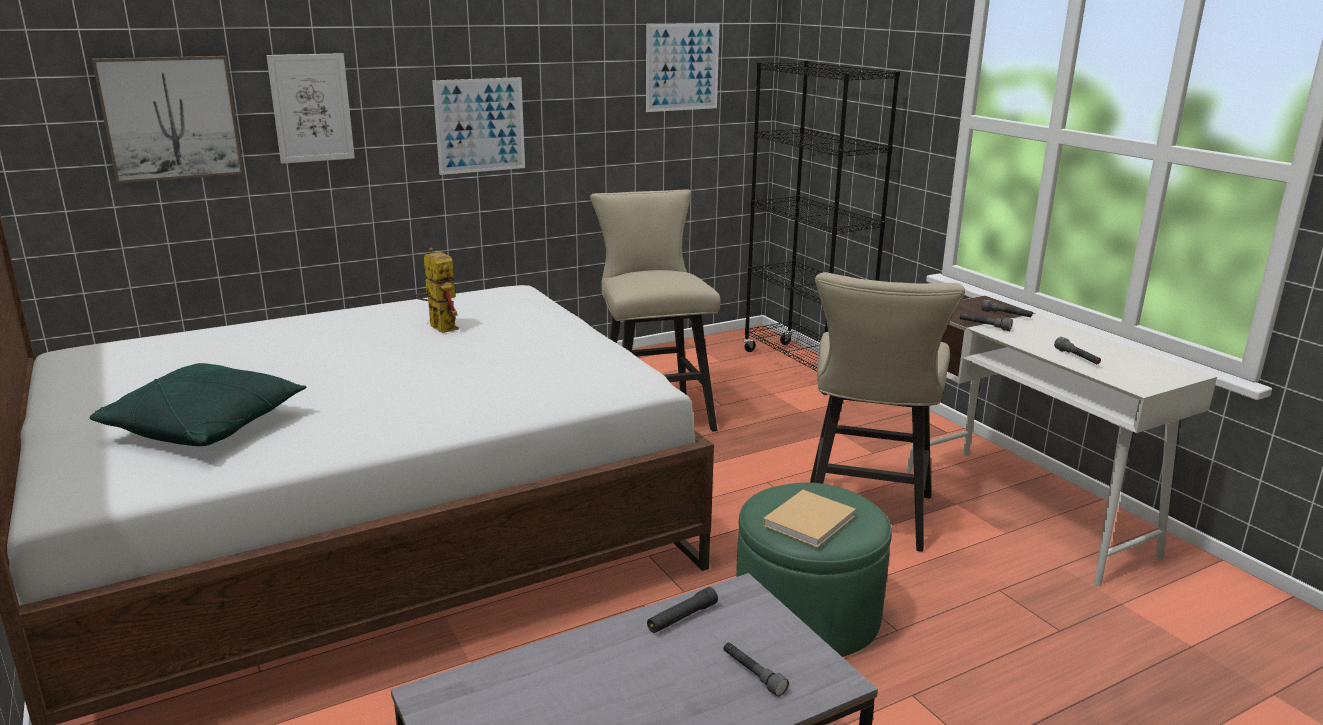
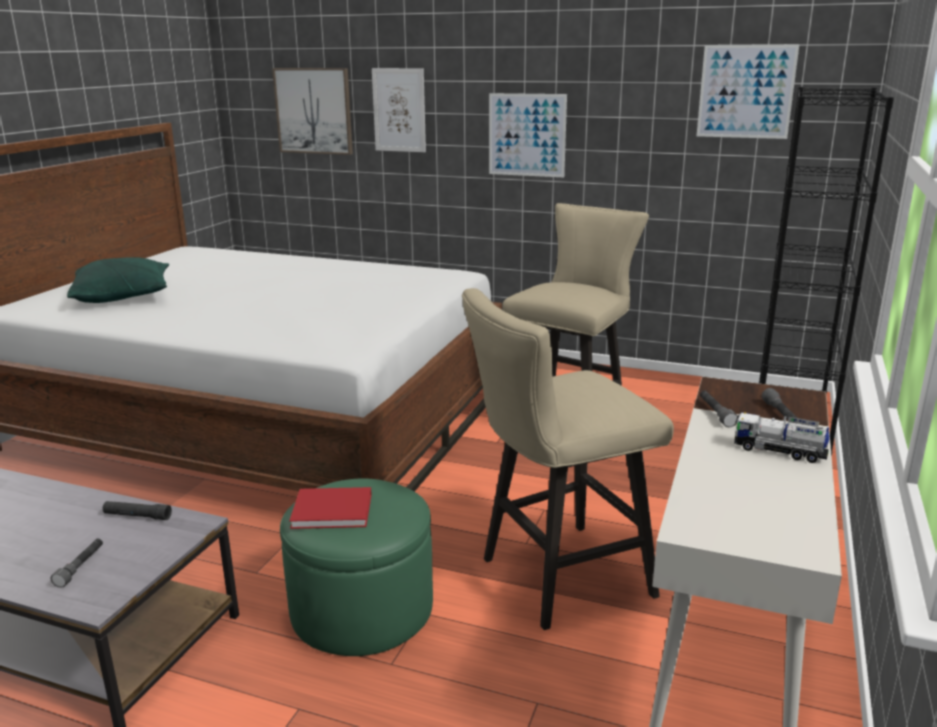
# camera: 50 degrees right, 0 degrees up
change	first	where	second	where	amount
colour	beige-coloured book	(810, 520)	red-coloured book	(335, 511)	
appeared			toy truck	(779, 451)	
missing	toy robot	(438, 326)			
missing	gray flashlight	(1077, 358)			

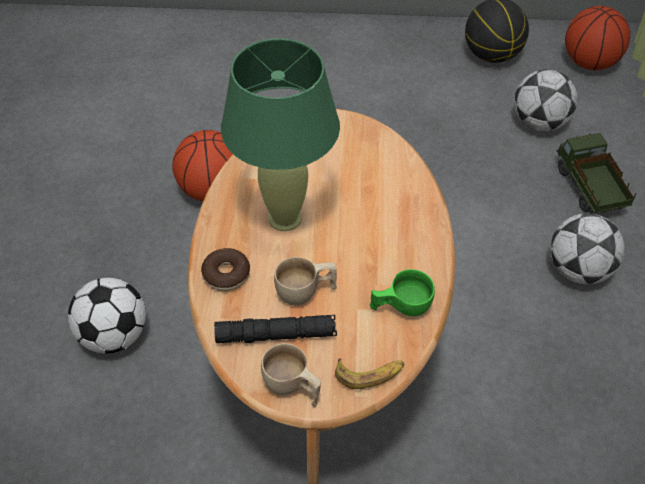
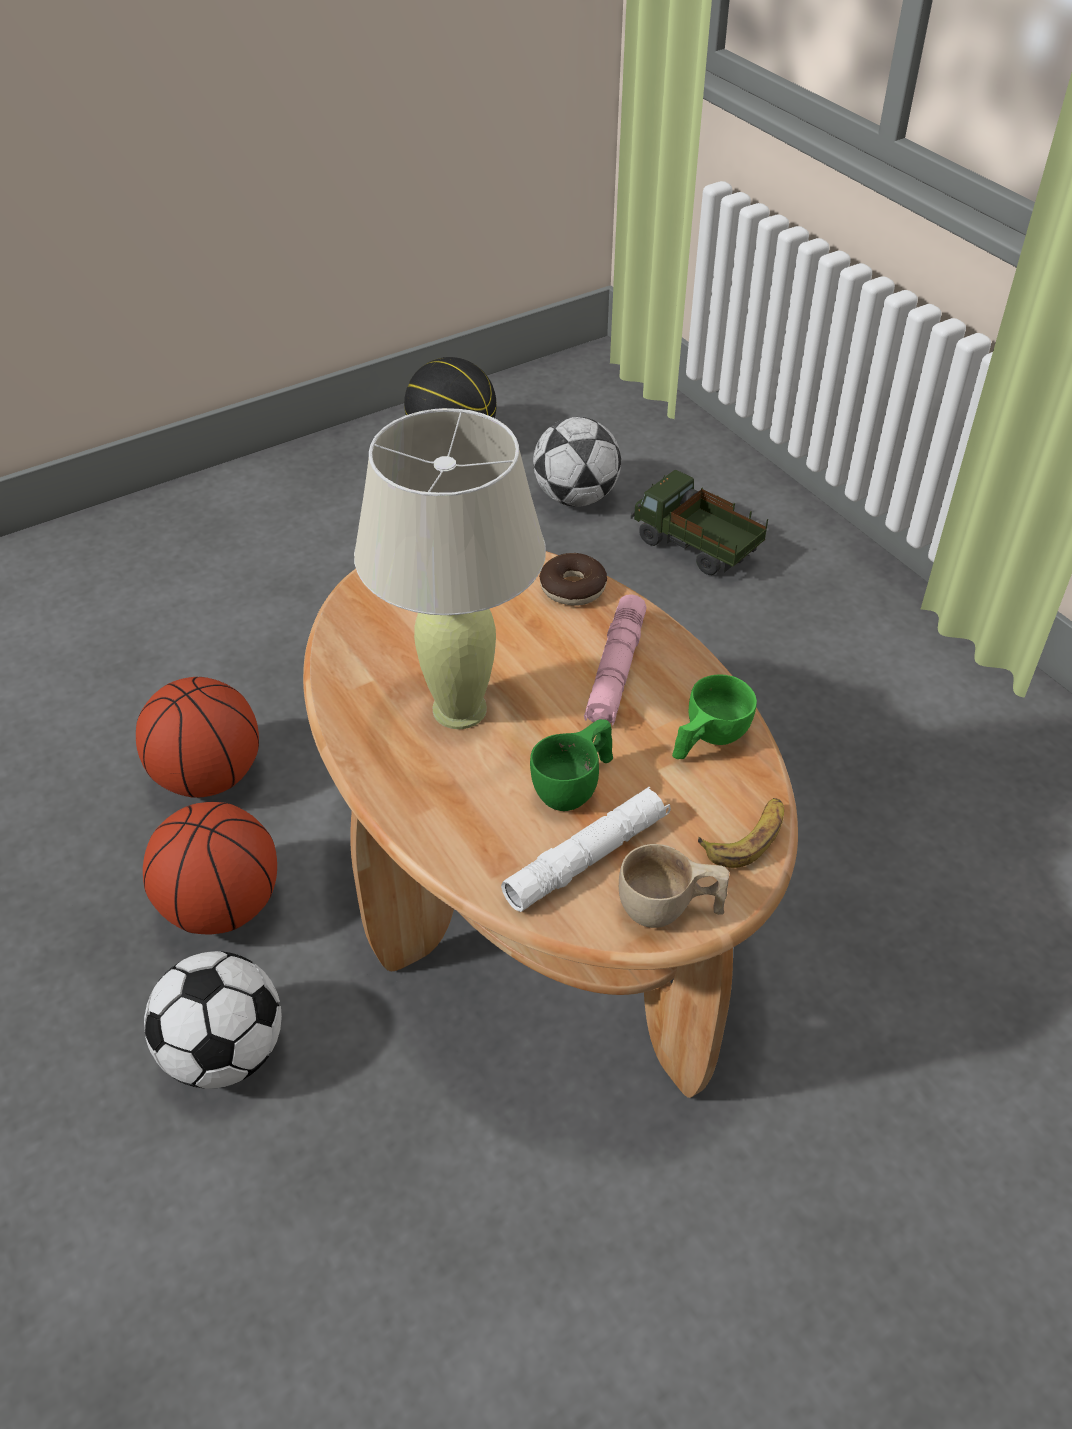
# camera: 35 degrees left, 5 degrees down
change	first	where	second	where	amount
relocated	basketball	(589, 63)		(221, 907)	
colour	green table lamp	(285, 218)	beige-coloured table lamp	(460, 710)	
colour	blackish flashlight	(276, 335)	whitish flashlight	(587, 858)	
colour	beige-coloured small cup	(306, 293)	green small cup	(575, 785)	
relocated	ring doughnut	(226, 274)		(573, 588)	
appeared			pink flashlight	(615, 671)	
missing	ball for football	(579, 270)			

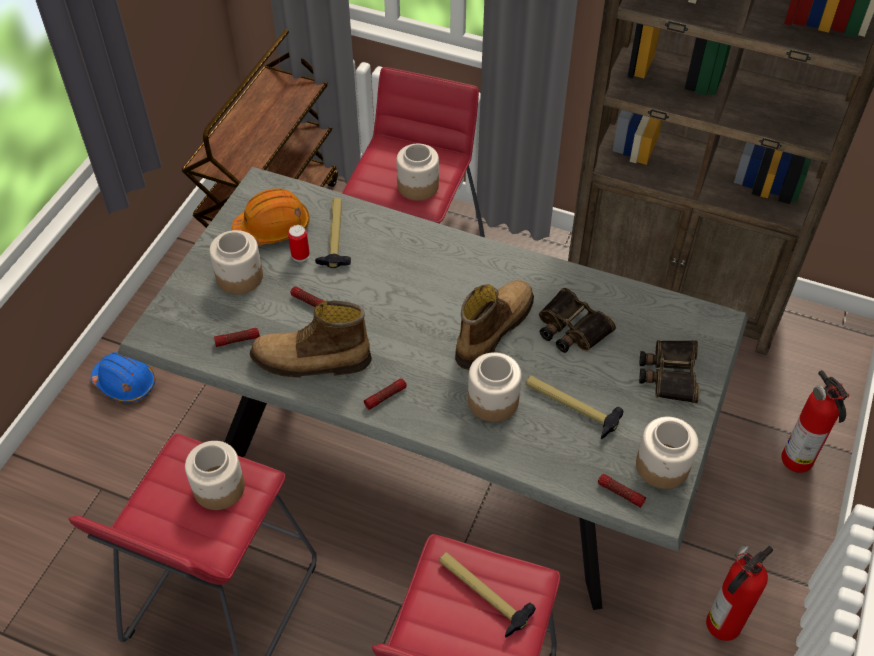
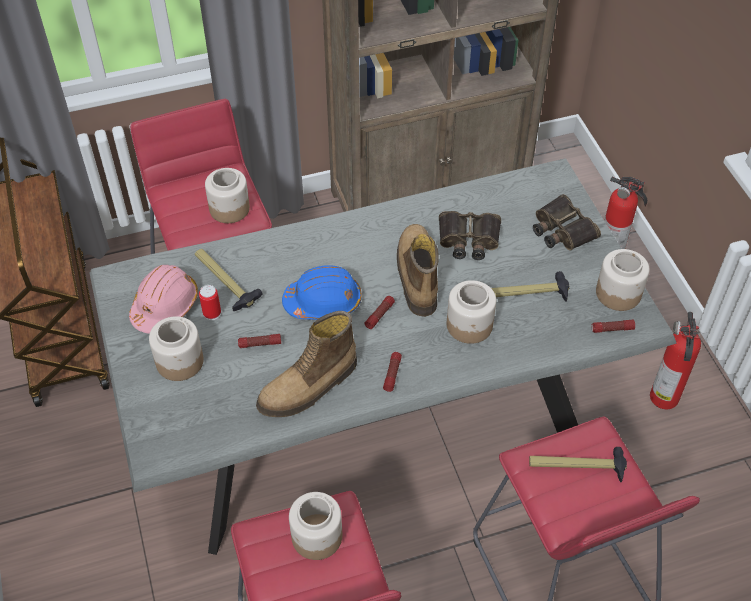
# camera: 40 degrees left, 0 degrees up
change	first	where	second	where	amount
colour	orange hard hat	(273, 228)	pink hard hat	(165, 306)	
relocated	blue hard hat	(125, 383)		(323, 302)	
relocated	flashlight	(237, 340)		(379, 315)	

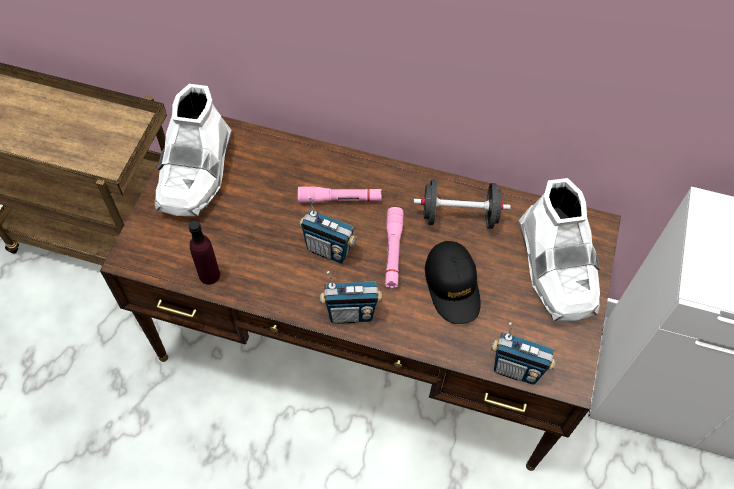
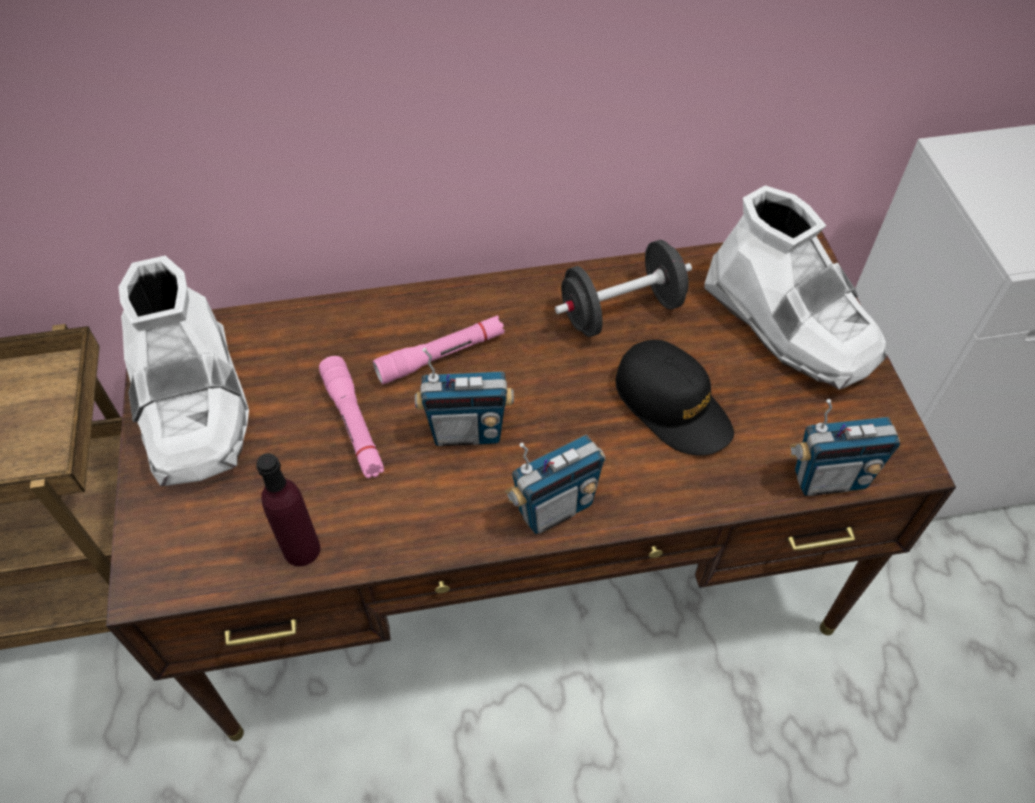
# camera: 25 degrees left, 5 degrees down
change	first	where	second	where	amount
relocated	pink flashlight	(393, 251)		(353, 424)	

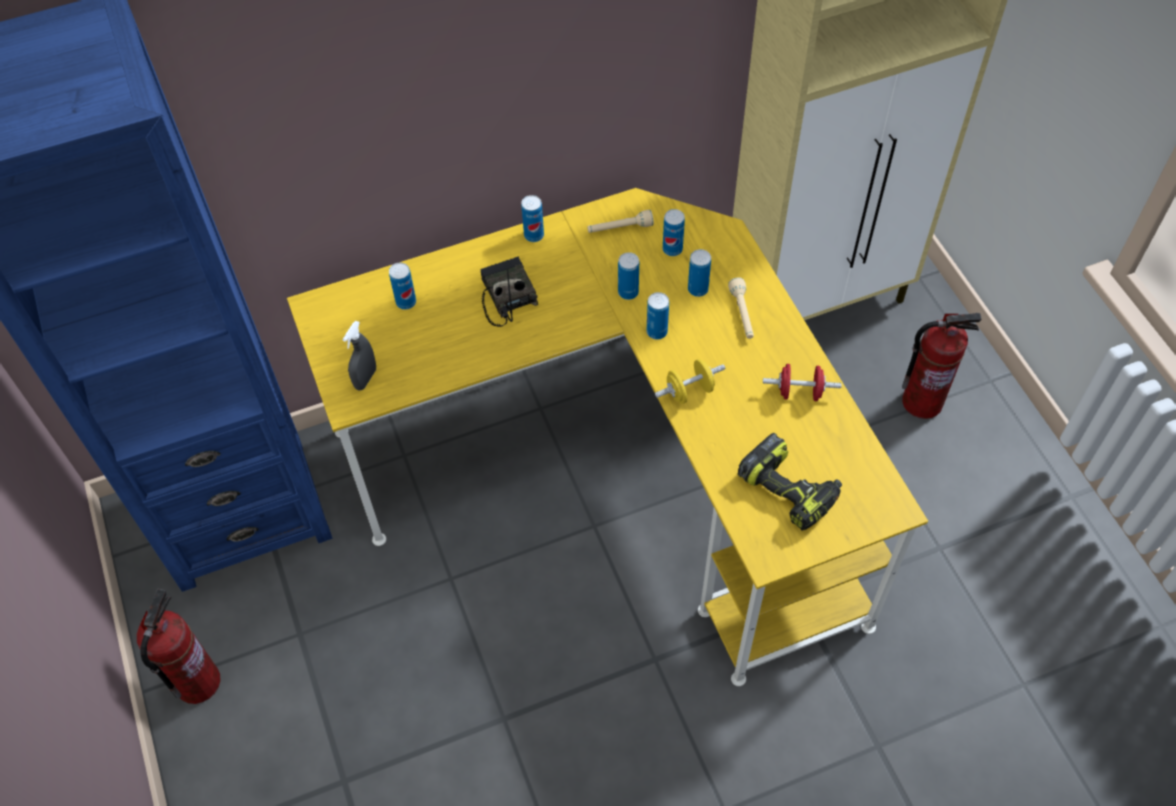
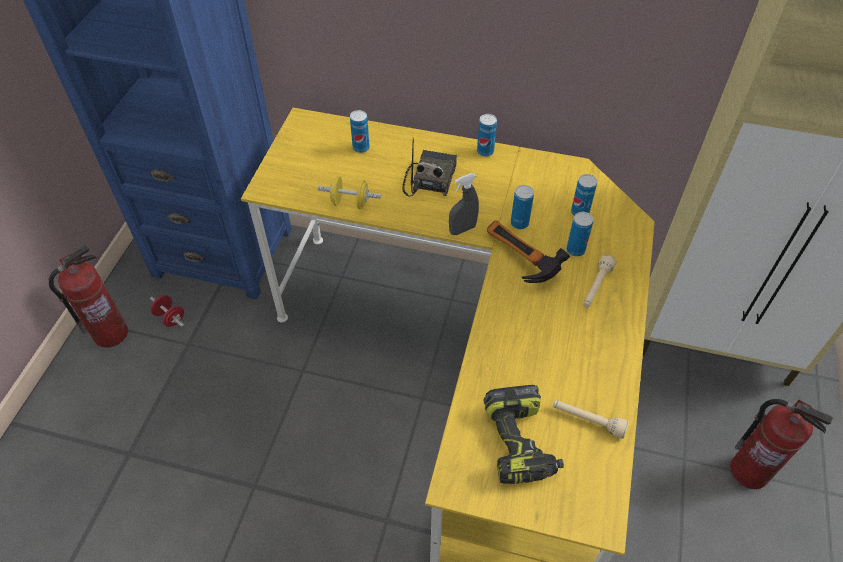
# camera: 35 degrees right, 5 degrees down
change	first	where	second	where	amount
relocated	red-coloured hand weight	(799, 392)		(170, 318)	
relocated	yellowish hand weight	(689, 391)		(350, 203)	
relocated	gray hand sprayer	(365, 378)		(462, 229)	
exchanged	can	(657, 332)	tool hammer	(517, 261)	
relocated	beige-coloured flashlight	(619, 228)		(587, 420)	

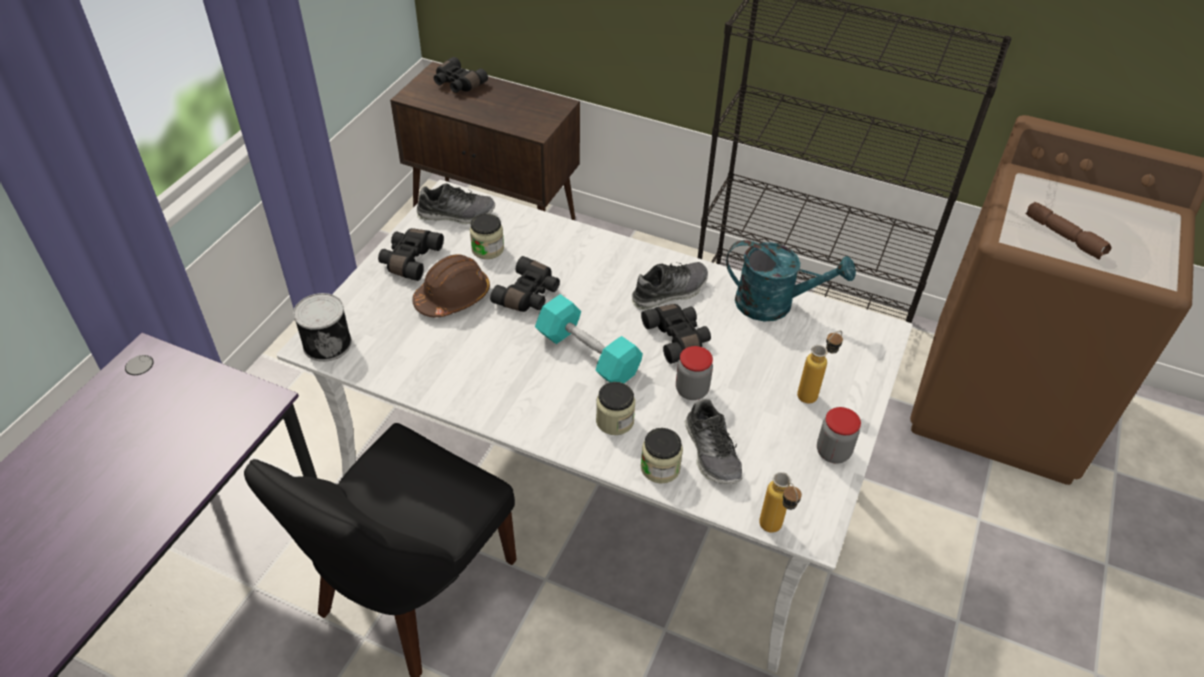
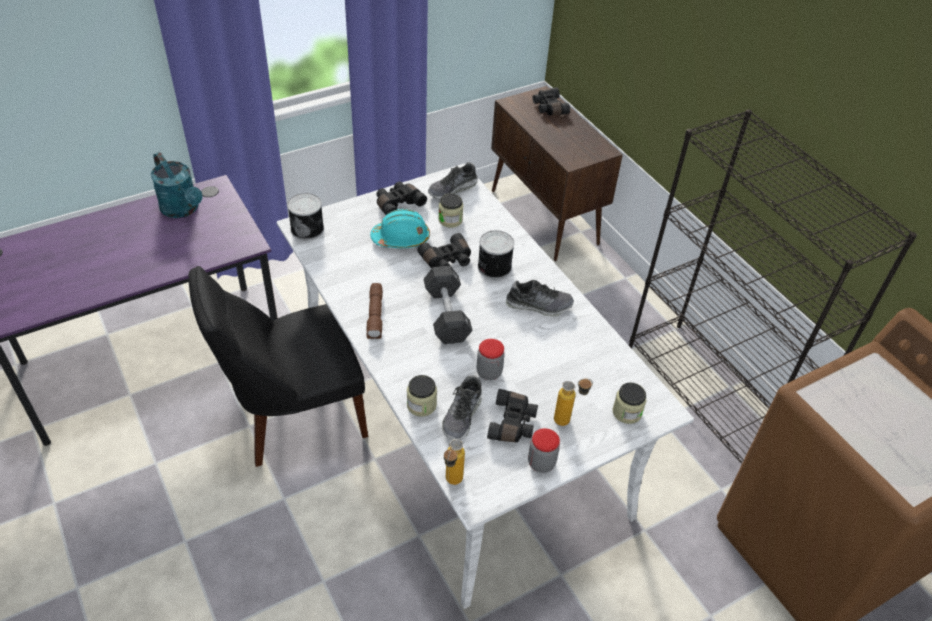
# camera: 35 degrees right, 0 degrees up
change	first	where	second	where	amount
relocated	blue-green watering can	(775, 304)		(183, 210)	
relocated	brownish flashlight	(1064, 237)		(376, 316)	
colour	brownish hard hat	(453, 297)	blue-green hard hat	(401, 238)	
colour	blue-green hand weight	(587, 354)	blackish hand weight	(446, 315)	
spun	low shoe	(456, 214)		(452, 189)	105 degrees clockwise
appeared			can	(493, 267)	
relocated	blackish pair of binoculars	(678, 338)		(513, 423)	
relocated	preserve jar	(615, 421)		(627, 412)	

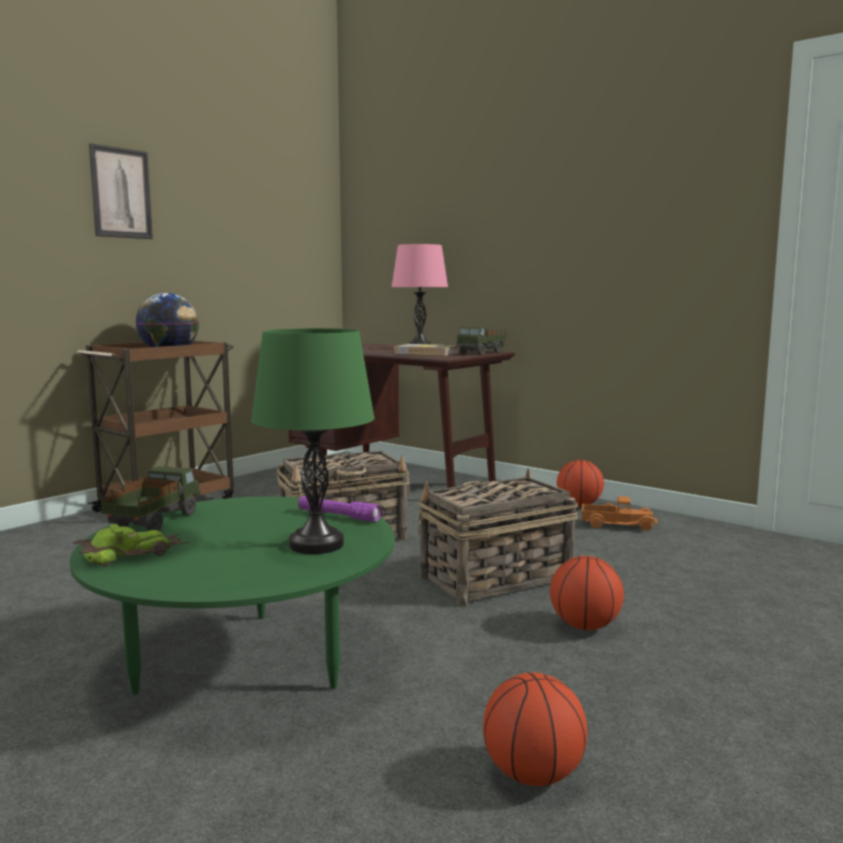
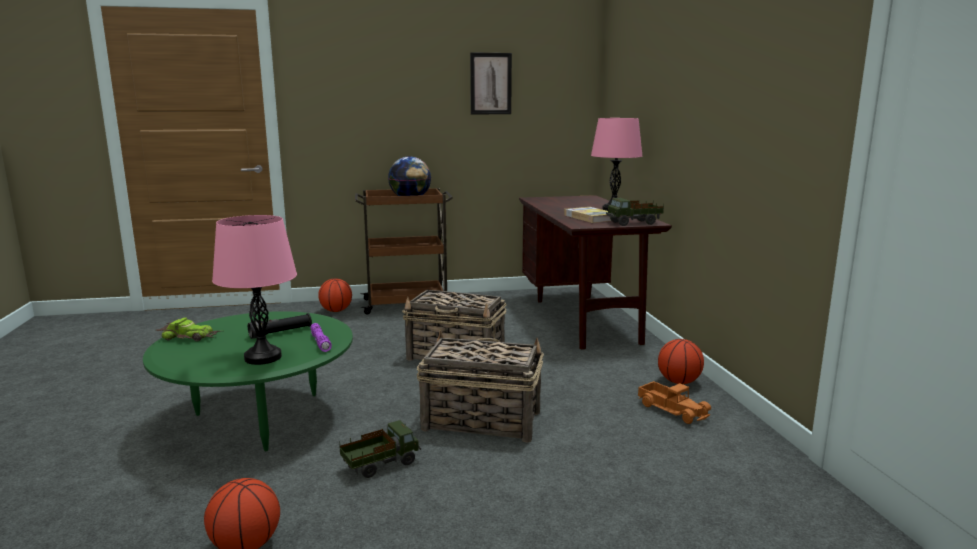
# camera: 40 degrees right, 5 degrees up
change	first	where	second	where	amount
colour	green table lamp	(316, 544)	pink table lamp	(263, 357)	
appeared			blackish flashlight	(281, 333)	
relocated	basketball	(584, 626)		(336, 311)	
relocated	toy truck	(154, 522)		(380, 464)	
relocated	wall picture	(121, 193)		(490, 83)	

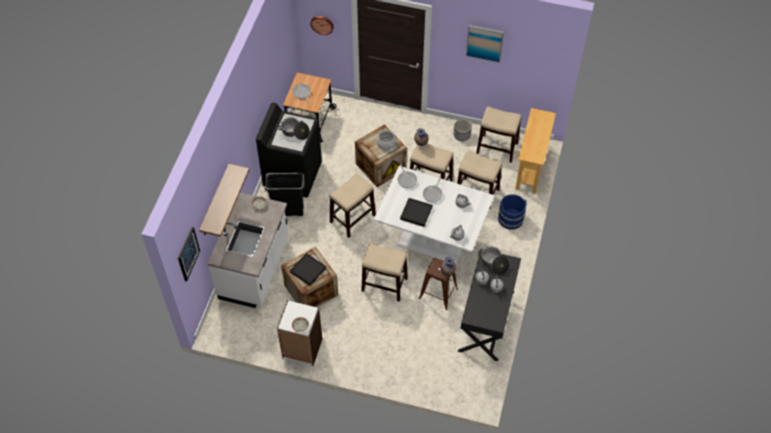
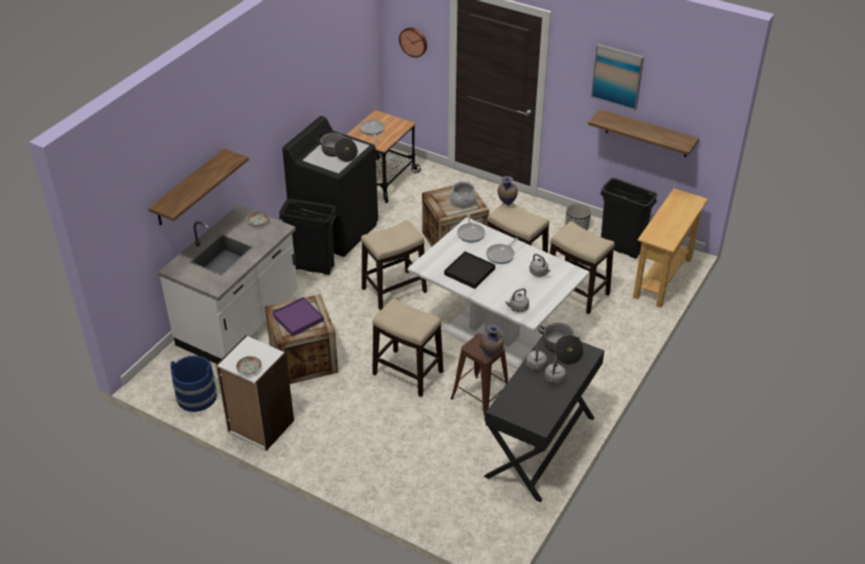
# camera: 15 degrees right, 15 degrees down
change	first	where	second	where	amount
relocated	blue pail	(510, 218)		(197, 397)	
colour	blackish carrying tray	(308, 270)	purple-coloured carrying tray	(298, 318)	
appeared			shelf	(647, 133)	
exchanged	stool	(496, 148)	blackish rubbish bin	(620, 248)	
missing	wall picture	(188, 254)			

